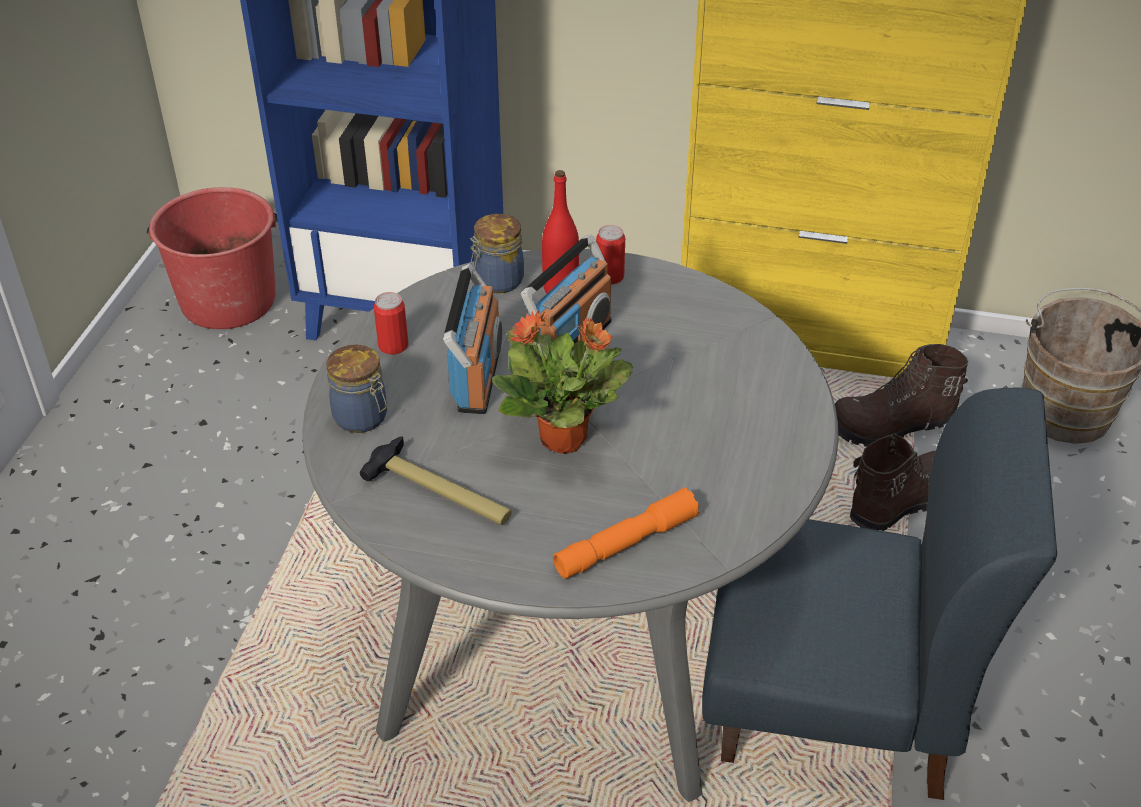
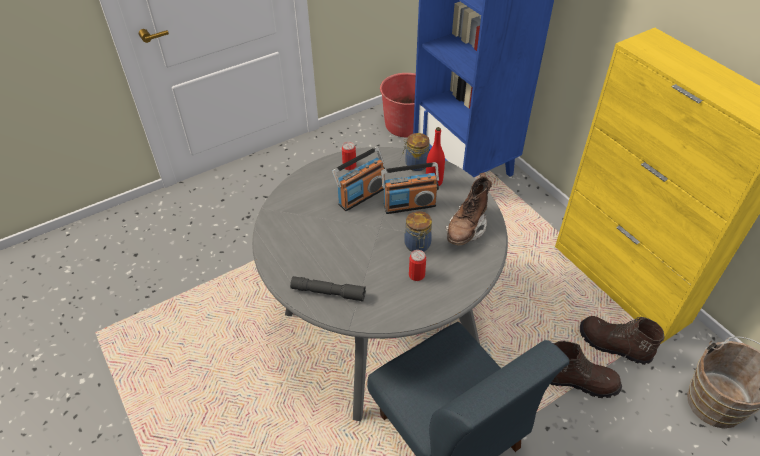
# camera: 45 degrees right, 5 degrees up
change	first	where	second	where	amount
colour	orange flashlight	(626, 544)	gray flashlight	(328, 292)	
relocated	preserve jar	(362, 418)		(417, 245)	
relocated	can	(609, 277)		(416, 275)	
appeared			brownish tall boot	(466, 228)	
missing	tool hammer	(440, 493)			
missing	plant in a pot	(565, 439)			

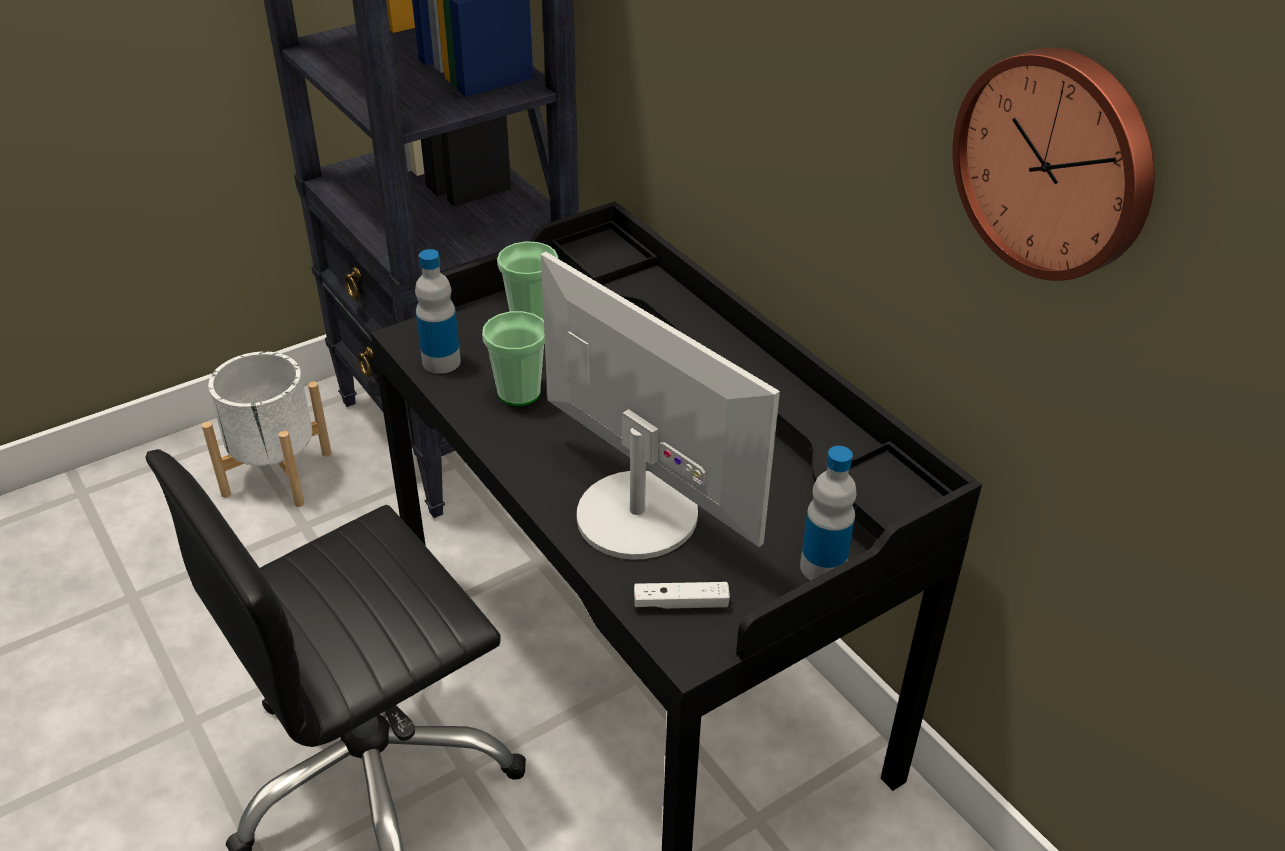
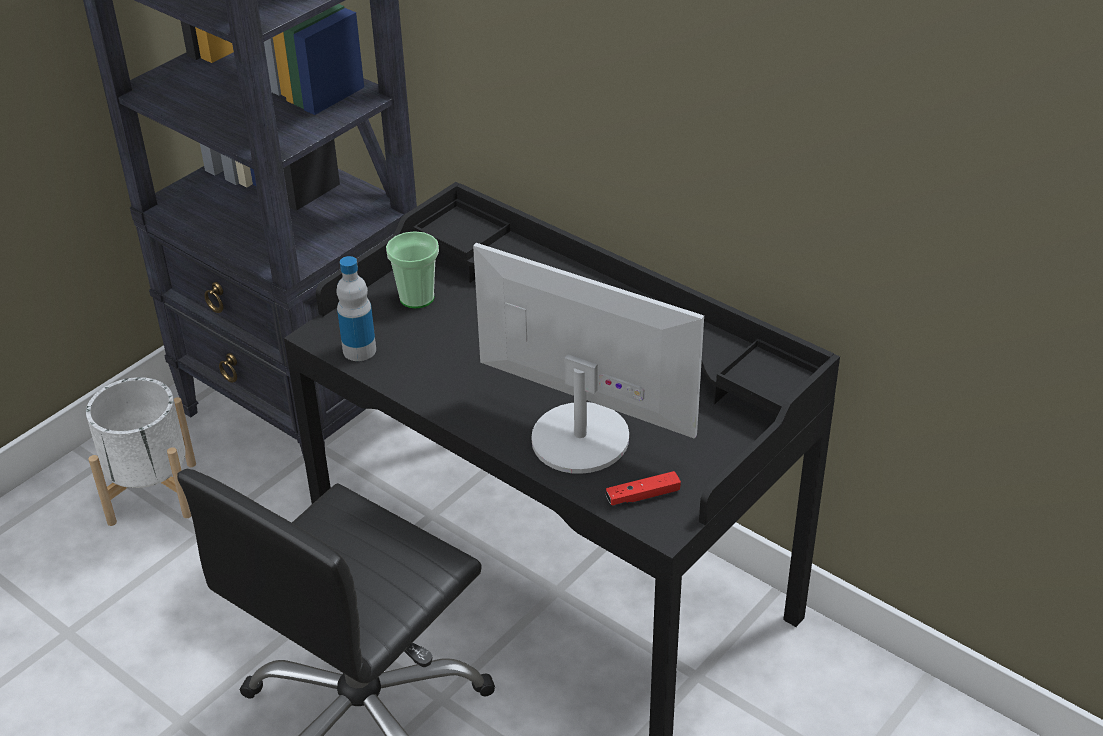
# camera: 15 degrees left, 0 degrees up
change	first	where	second	where	amount
colour	whitish game controller	(681, 603)	red-coloured game controller	(643, 496)	
missing	small cup	(519, 392)			
missing	beverage bottle	(823, 567)			
missing	hanging clock	(1056, 163)			

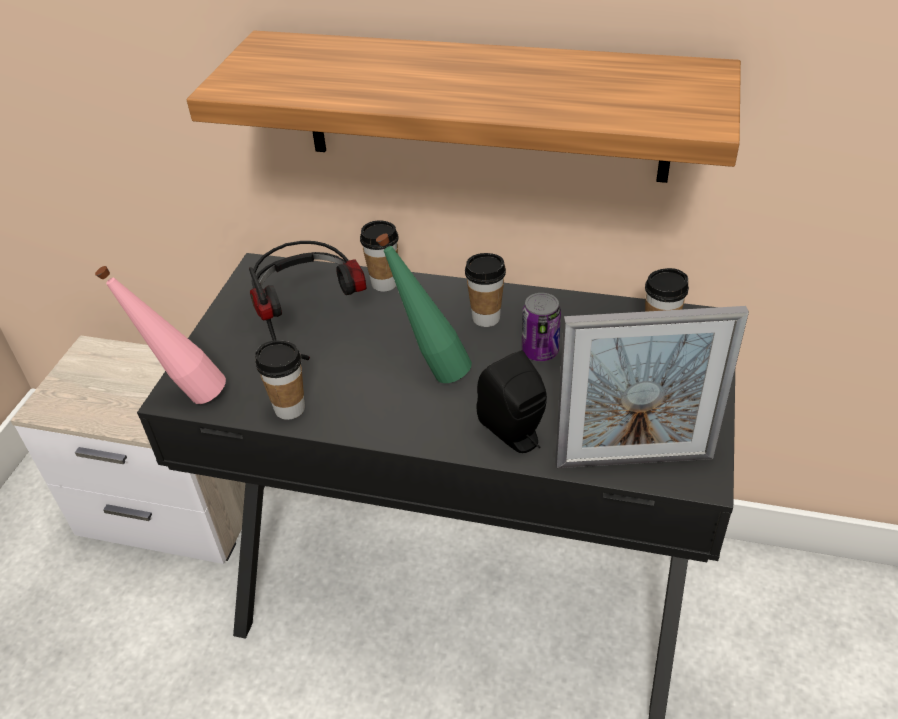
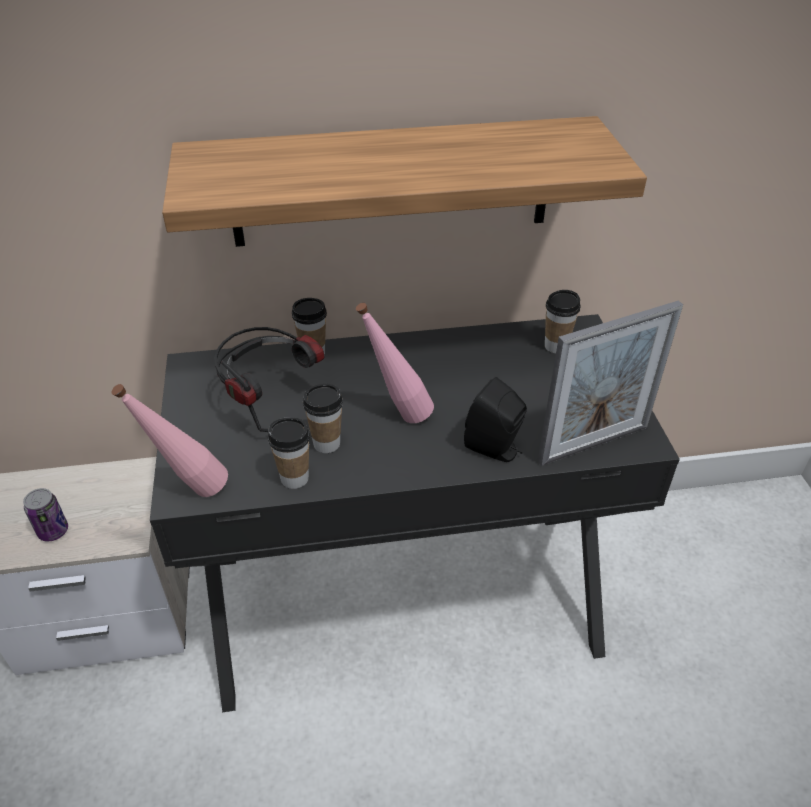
# camera: 25 degrees left, 0 degrees up
change	first	where	second	where	amount
relocated	can	(540, 351)		(53, 531)	
relocated	small cup	(486, 318)		(326, 443)	
colour	green beverage bottle	(431, 371)	pink beverage bottle	(397, 416)	

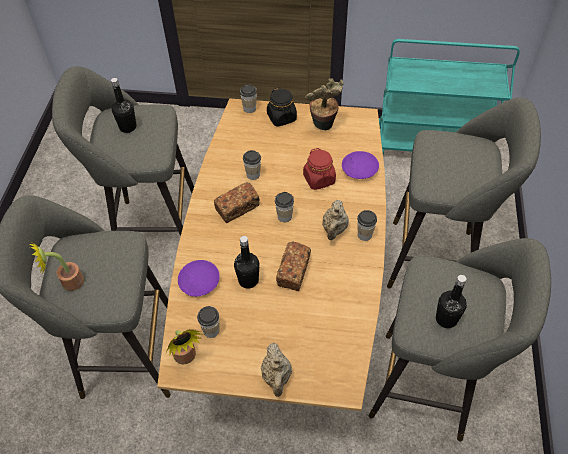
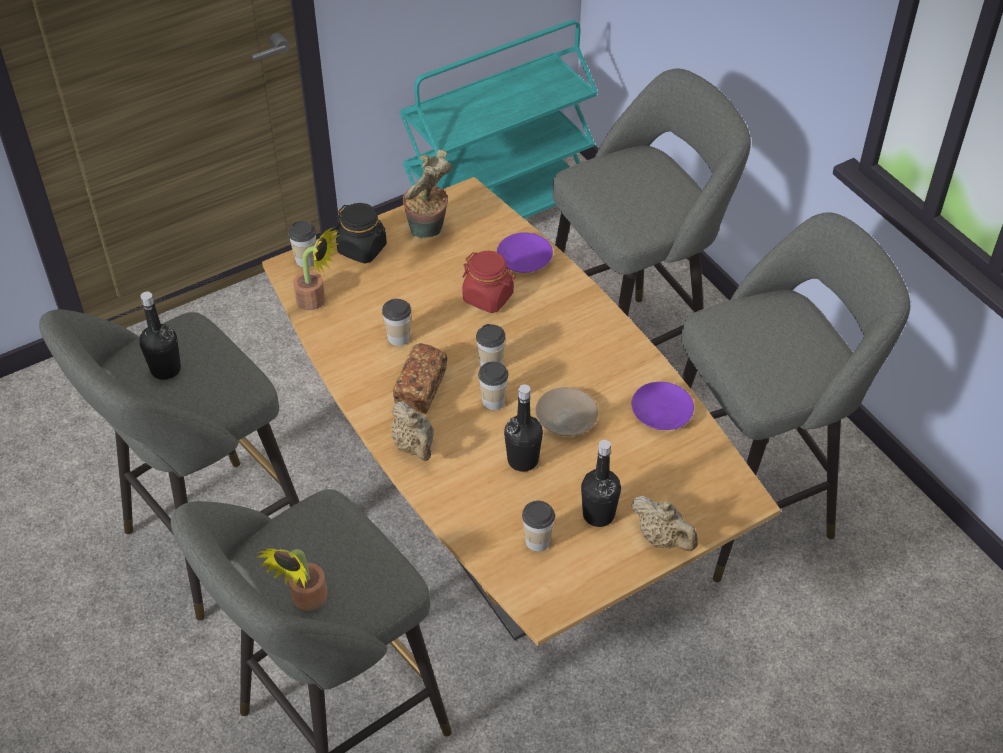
# camera: 40 degrees left, 5 degrees down
change	first	where	second	where	amount
relocated	plant in a pot	(186, 358)		(316, 301)	
relocated	beige-coloured tea pot	(334, 229)		(414, 447)	
relocated	small cup	(364, 234)		(493, 401)	
exchanged	bread	(294, 272)	beige-coloured plate	(566, 418)	
relocated	blackish beverage bottle	(446, 319)		(598, 515)	
relocated	purple-coloured plate	(199, 281)		(661, 412)	

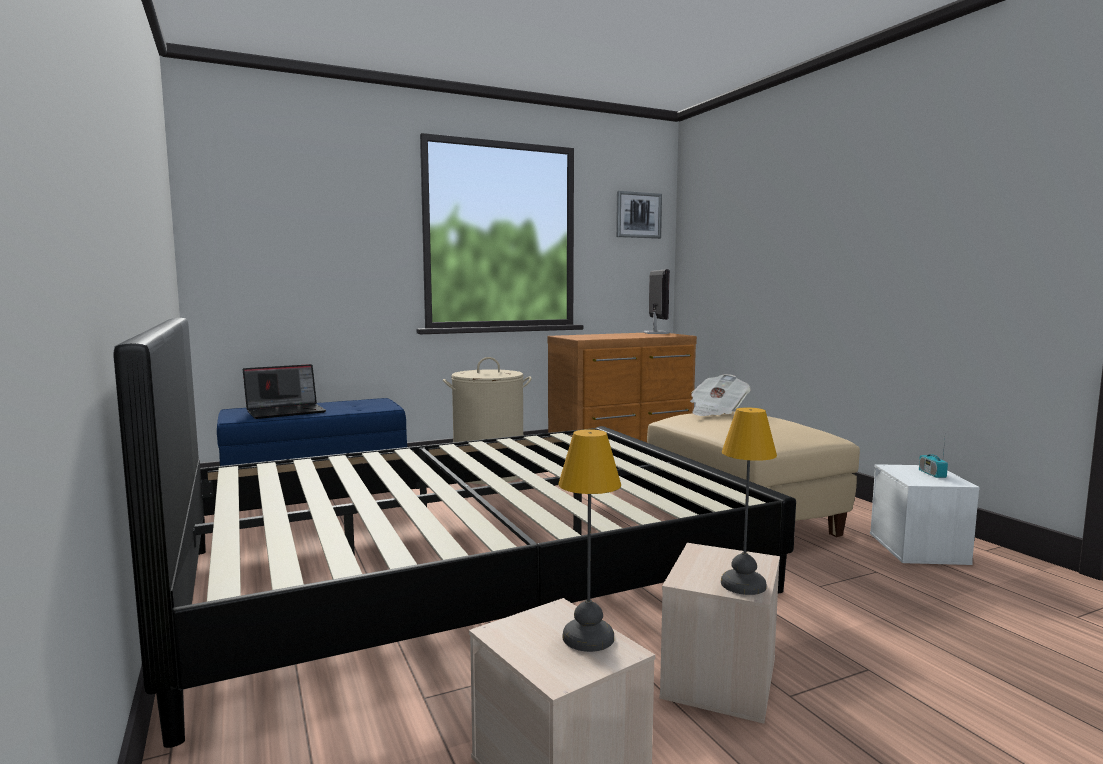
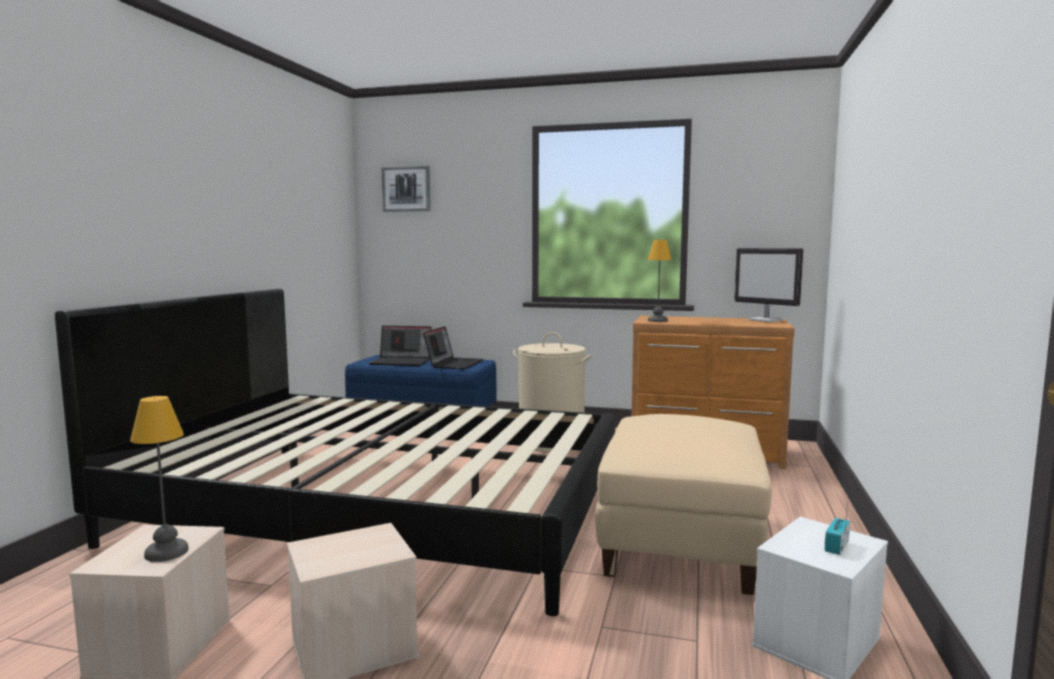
# camera: 40 degrees right, 0 degrees up
change	first	where	second	where	amount
relocated	wall picture	(638, 215)		(406, 189)	
appeared			laptop	(454, 364)	
relocated	table lamp	(743, 585)		(657, 321)	
spun	computer screen	(655, 333)		(766, 320)	105 degrees clockwise
missing	daily paper	(716, 412)			

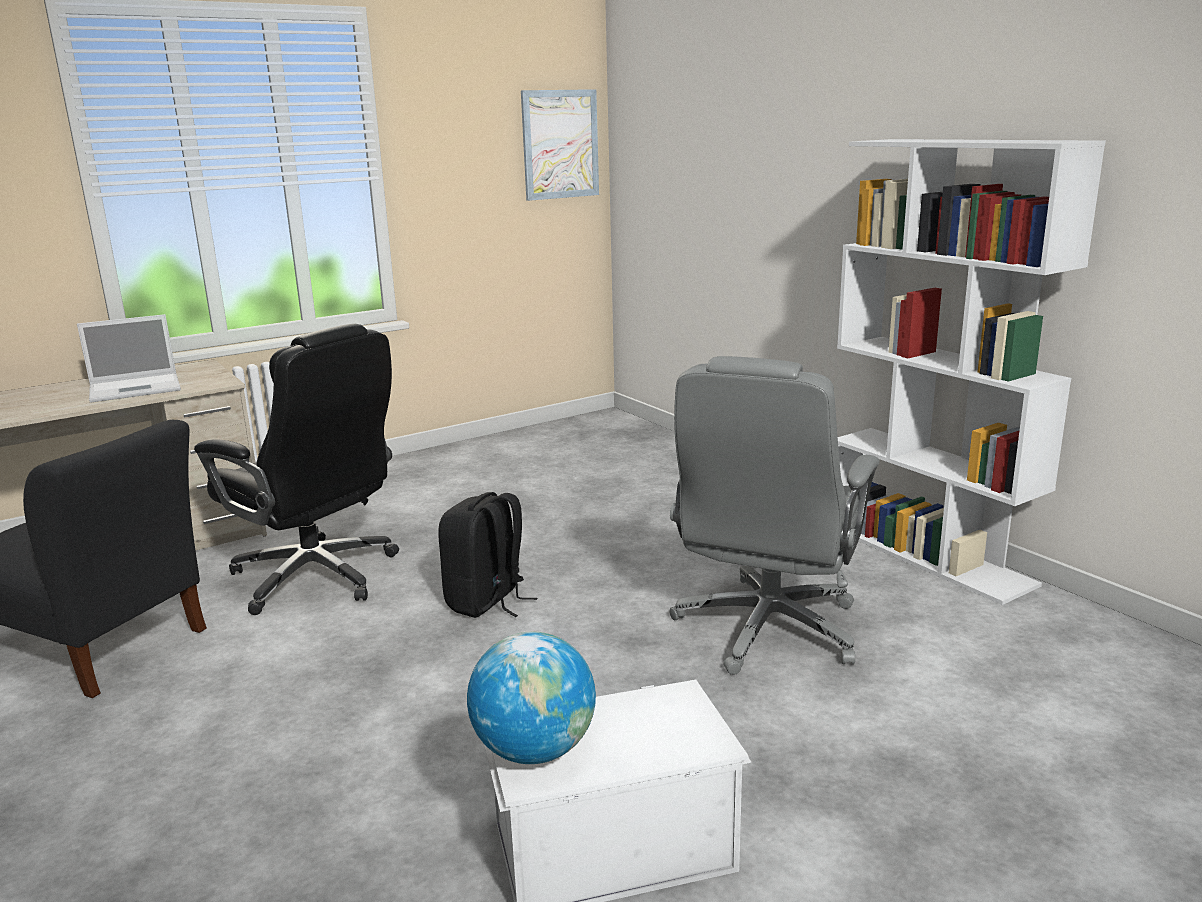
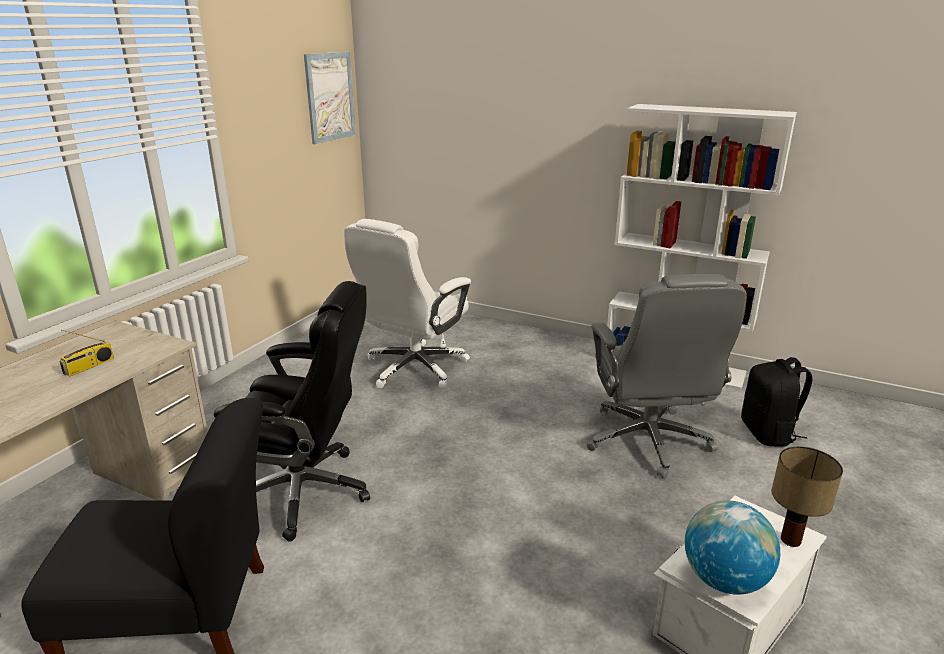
# camera: 30 degrees left, 5 degrees up
change	first	where	second	where	amount
exchanged	laptop	(137, 388)	radio	(89, 367)	
appeared			whitish office chair	(414, 368)	
relocated	blackish backpack	(487, 602)		(768, 434)	
appeared			table lamp	(789, 540)	

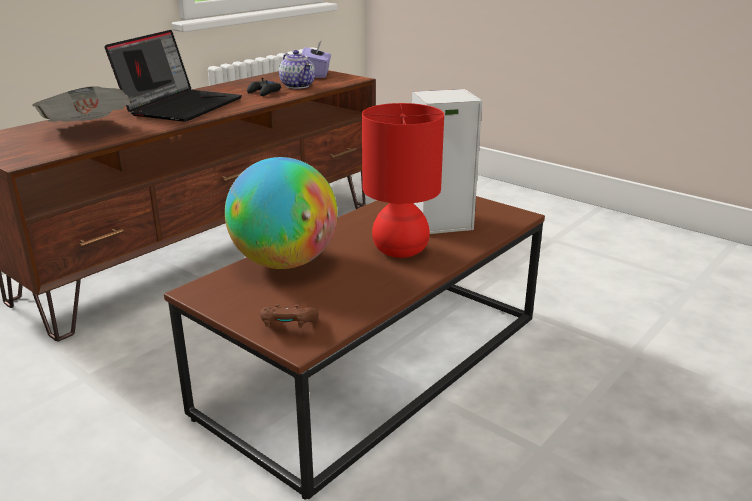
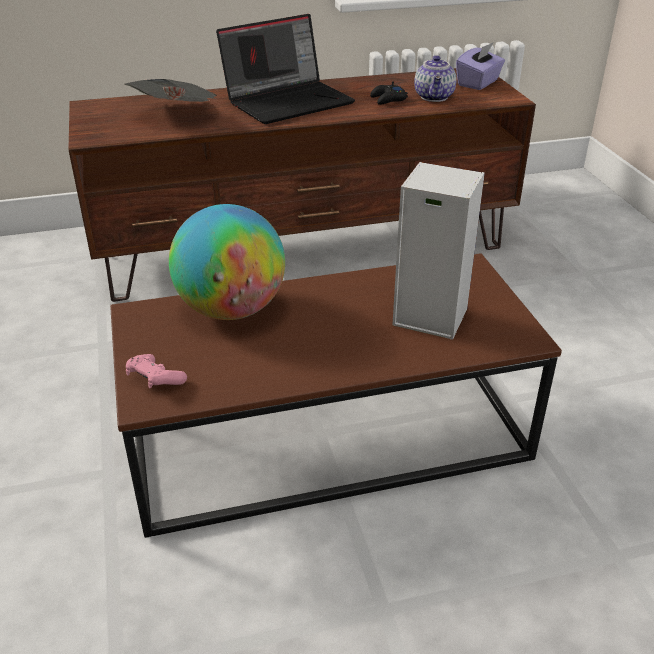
# camera: 35 degrees right, 10 degrees up
change	first	where	second	where	amount
colour	brownish game controller	(287, 327)	pink game controller	(155, 380)	
missing	red-coloured table lamp	(401, 251)			

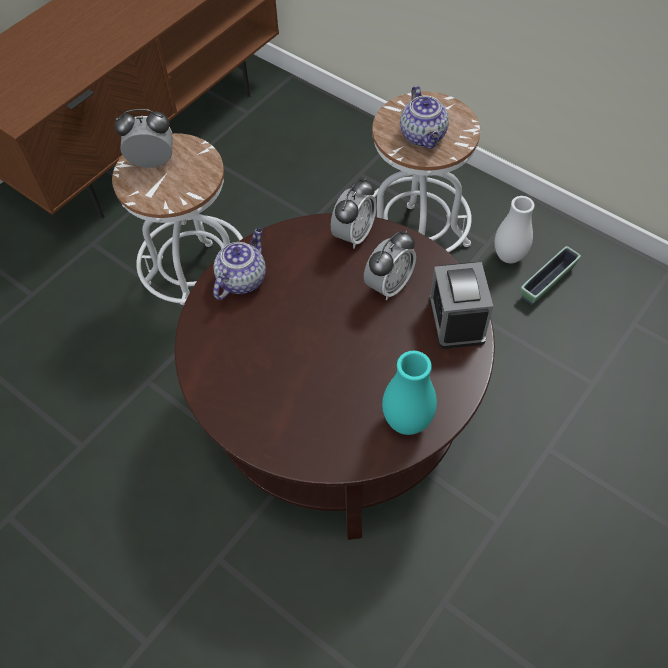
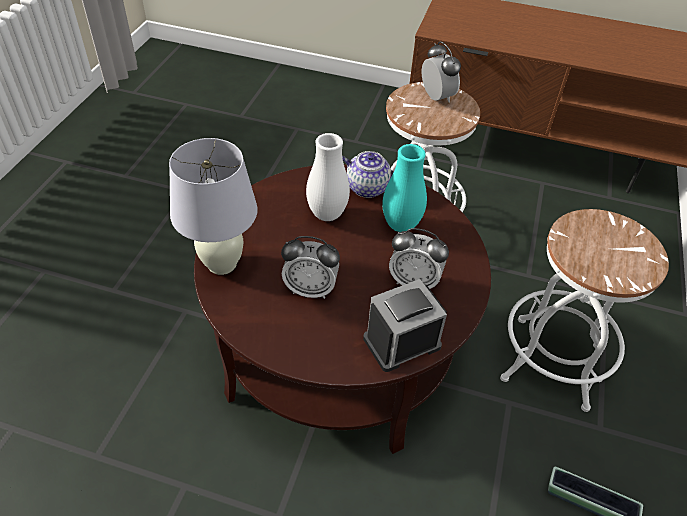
# camera: 65 degrees right, 10 degrees down
change	first	where	second	where	amount
appeared			whitish table lamp	(222, 263)	
relocated	bedside clock	(353, 235)		(310, 289)	
relocated	whitish vase	(509, 256)		(327, 214)	
relocated	blue-green vase	(407, 421)		(401, 225)	
missing	tea pot	(424, 136)			

